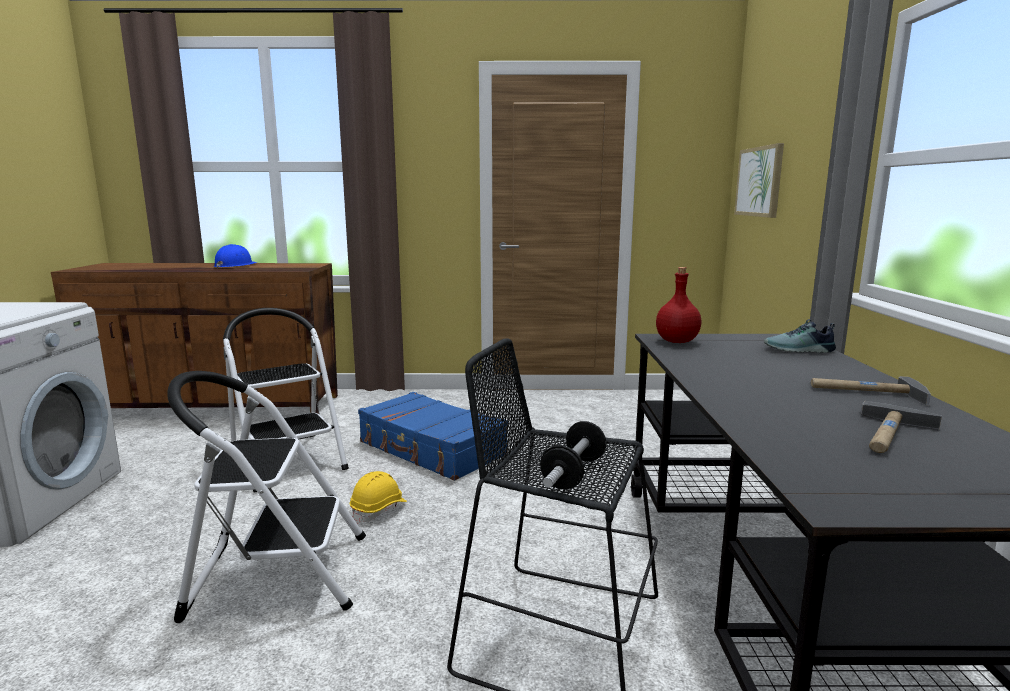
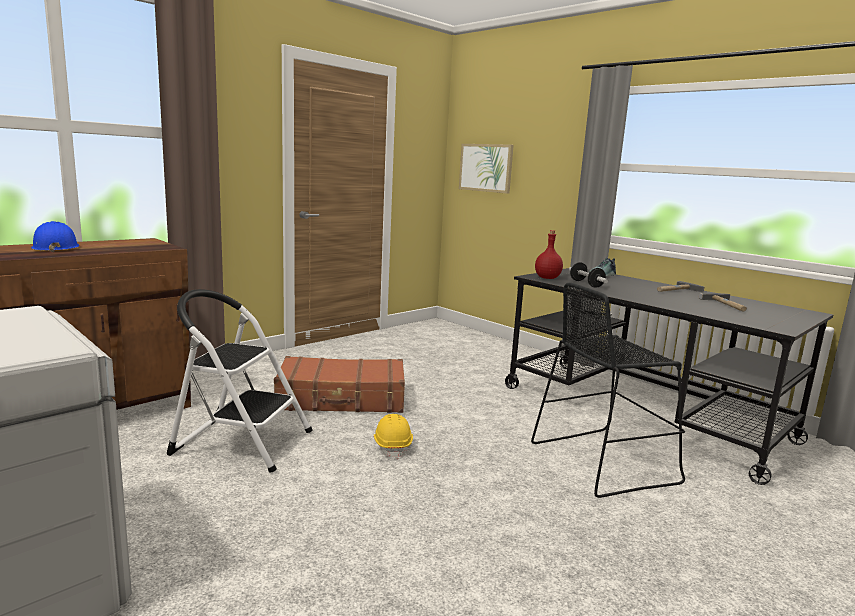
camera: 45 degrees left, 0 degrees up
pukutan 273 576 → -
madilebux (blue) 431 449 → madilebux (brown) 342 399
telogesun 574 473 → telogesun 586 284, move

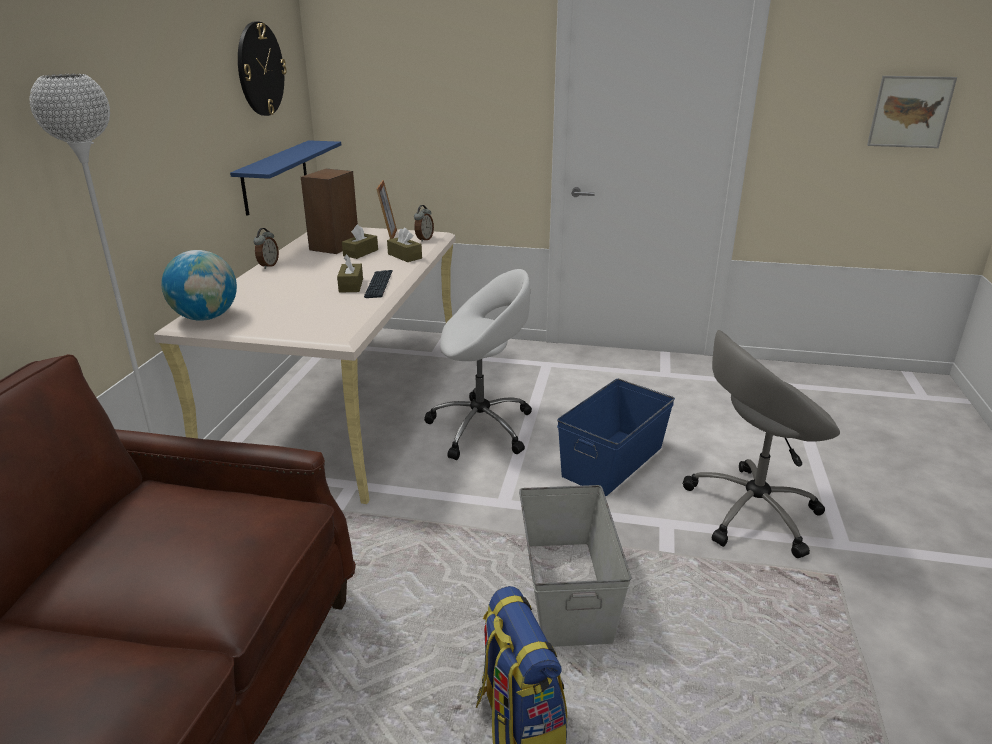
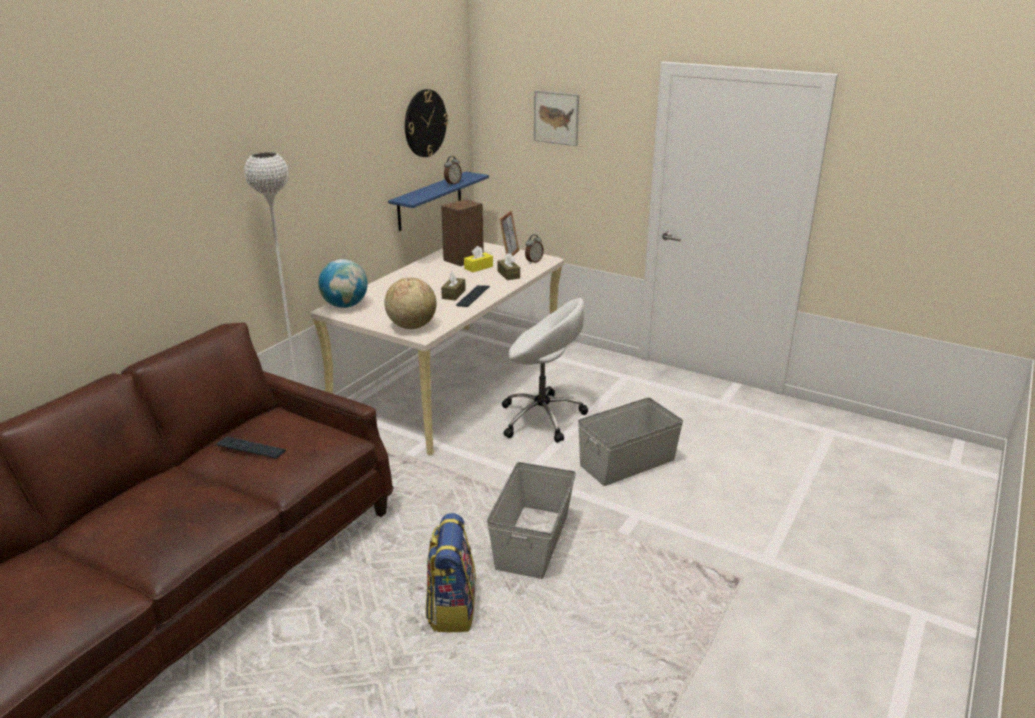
camera: 20 degrees right, 0 degrees up
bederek 910 112 → bederek 556 118, move
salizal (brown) 360 253 → salizal (yellow) 478 267
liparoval 268 266 → liparoval 452 183, move
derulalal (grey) 748 512 → -
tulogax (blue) 612 461 → tulogax (grey) 626 462
- → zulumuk 412 326
- → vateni 250 448

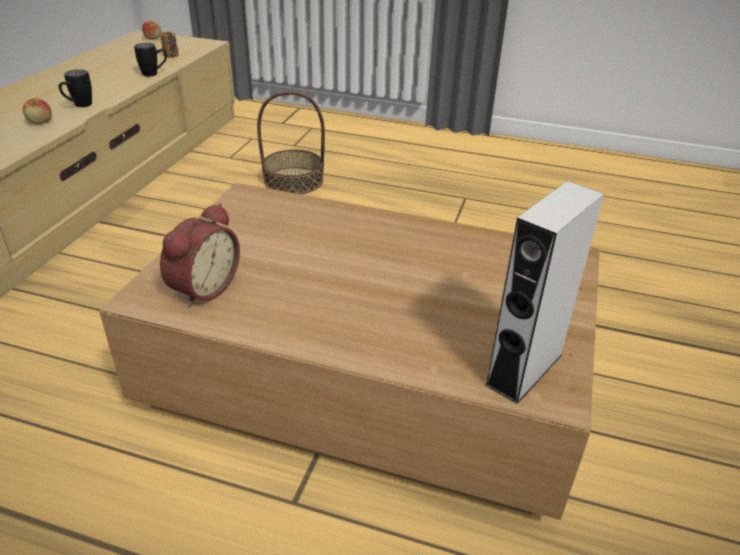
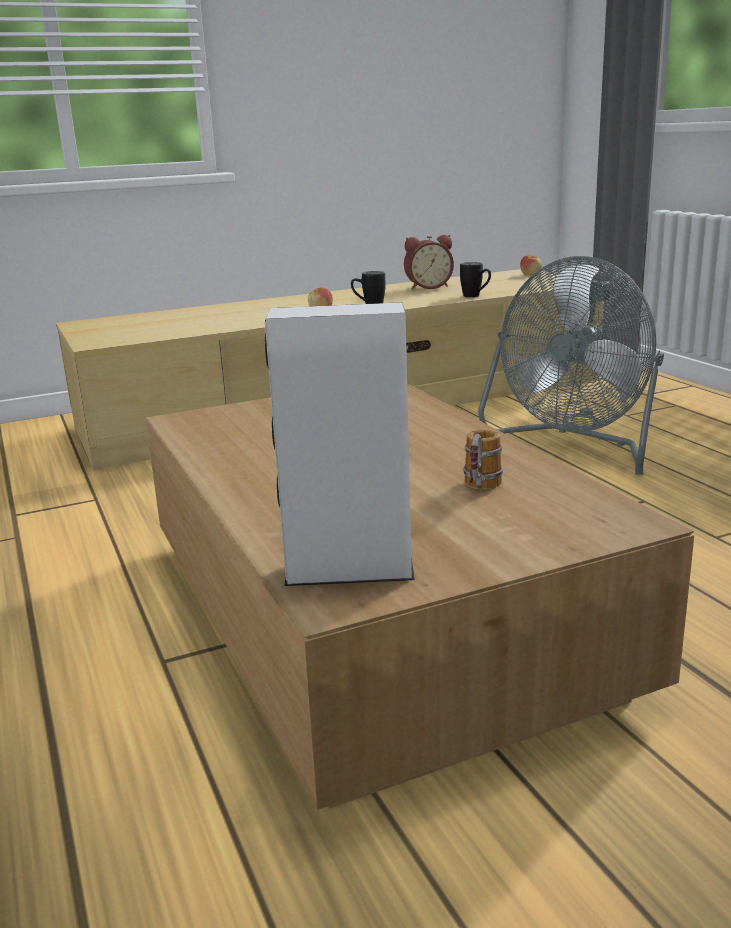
camera: 50 degrees right, 15 degrees down
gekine 173 57 → gekine 480 489, move
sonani 293 181 → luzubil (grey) 573 443
liparoval 202 288 → liparoval 428 287, move

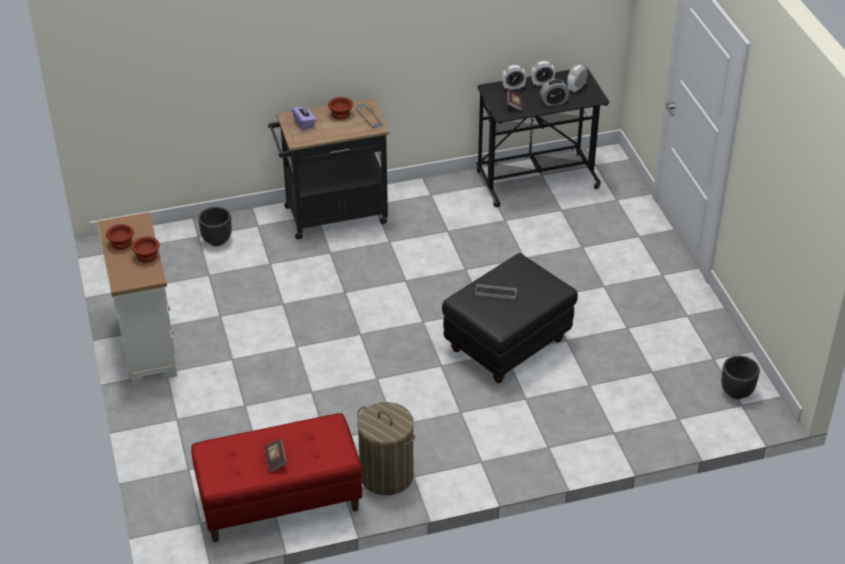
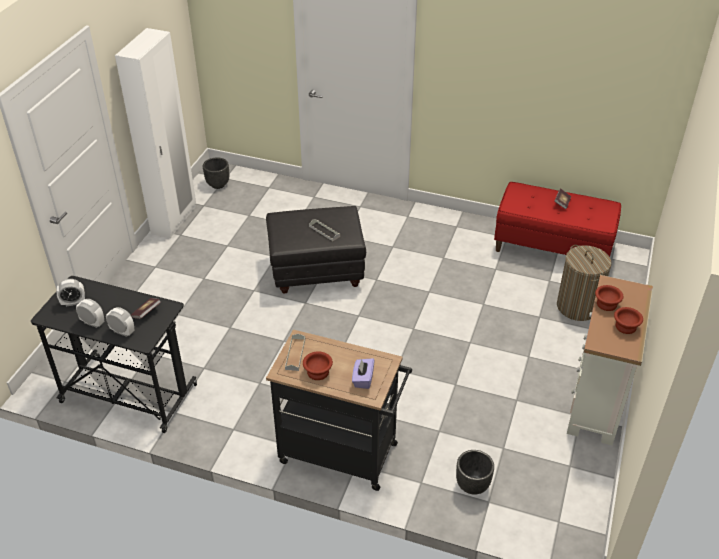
camera: 145 degrees left, 0 degrees up
liparoval 553 102 → -
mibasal 387 475 → mibasal 577 306, move
- → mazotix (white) 174 220

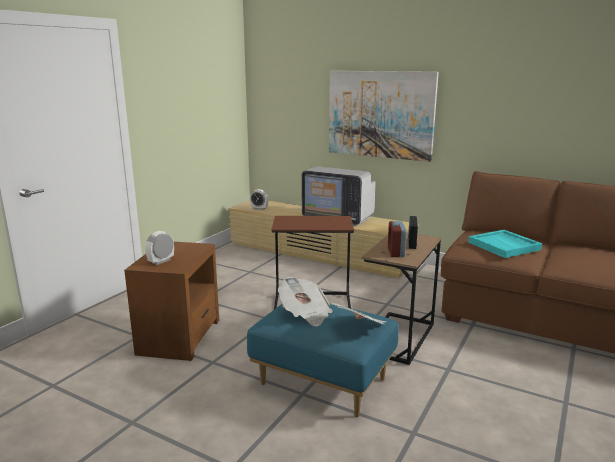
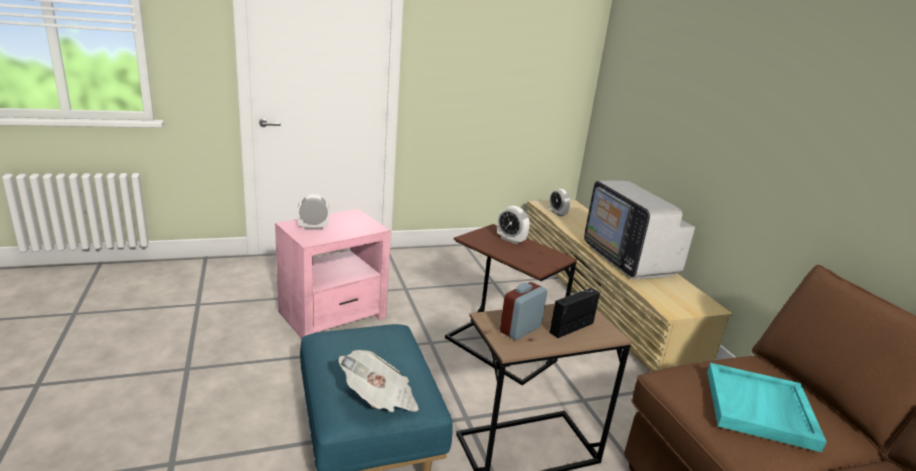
camera: 40 degrees right, 5 degrees up
bederek 380 114 → -
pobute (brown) 180 336 → pobute (pink) 333 315
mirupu 305 314 → -
- → liparoval 510 240

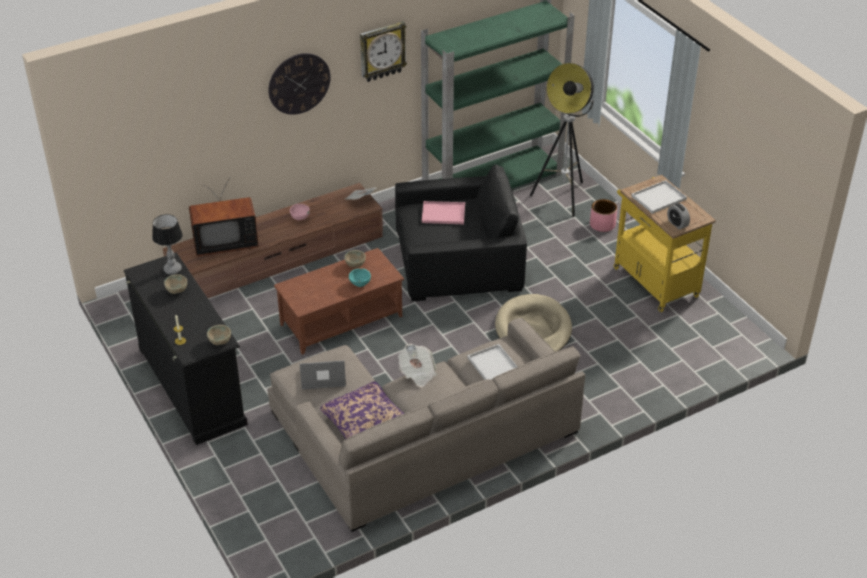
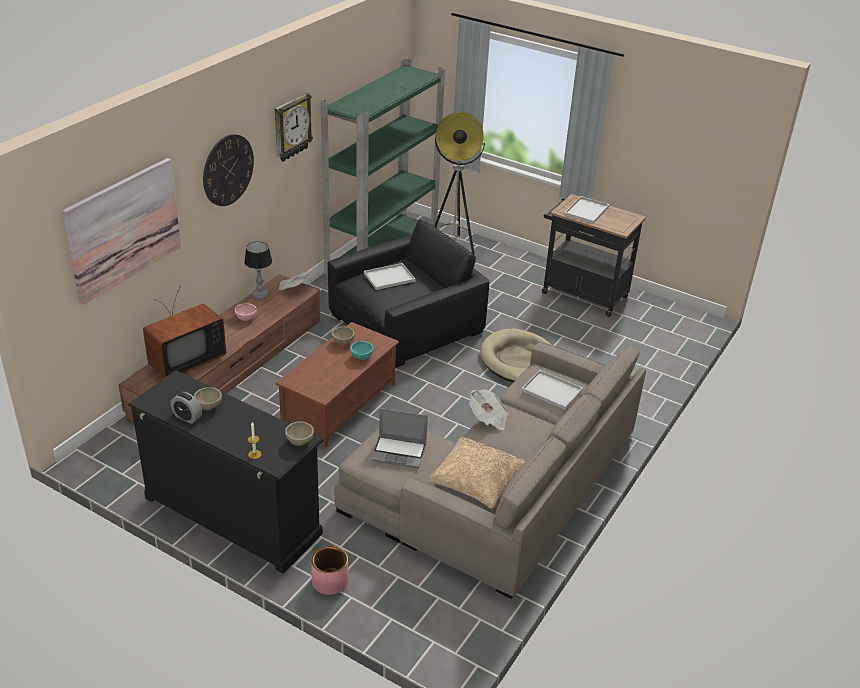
camera: 30 degrees left, 5 degrees down
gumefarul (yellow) 653 281 → gumefarul (black) 582 294
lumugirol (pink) 602 225 → lumugirol (pink) 329 582, move
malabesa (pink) 442 214 → malabesa (white) 388 278
liparoval 677 224 → liparoval 187 417, move
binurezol 172 269 → binurezol 260 295, move
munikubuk 322 377 → munikubuk 399 452, 135 degrees counterclockwise
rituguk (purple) 364 422 → rituguk (beige) 475 480
- → bederek 124 229

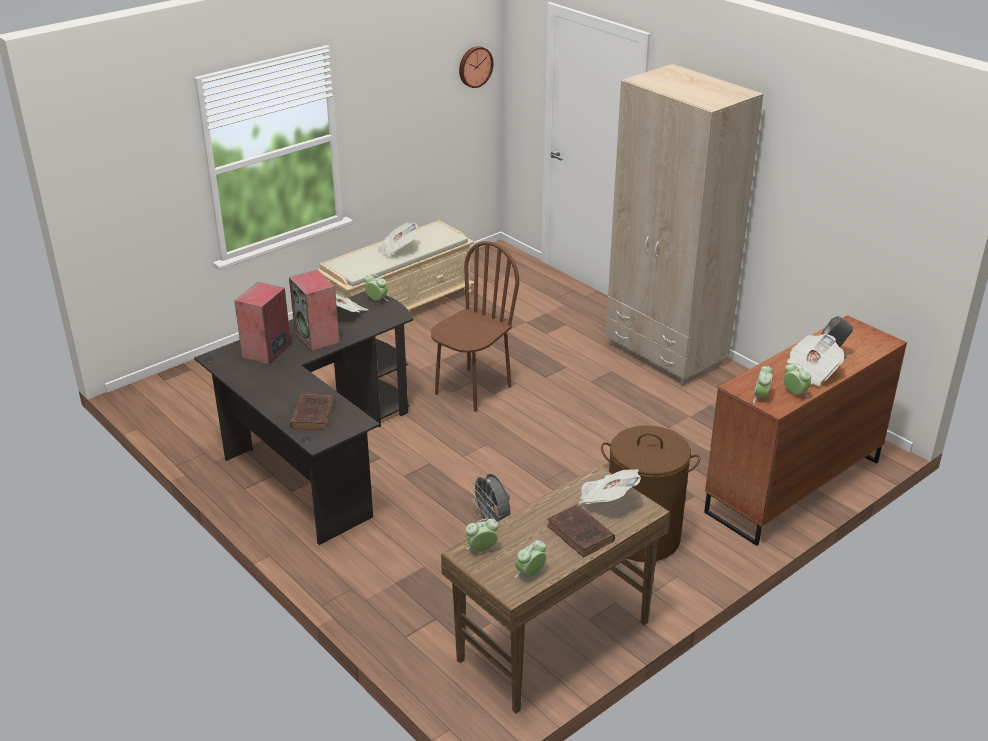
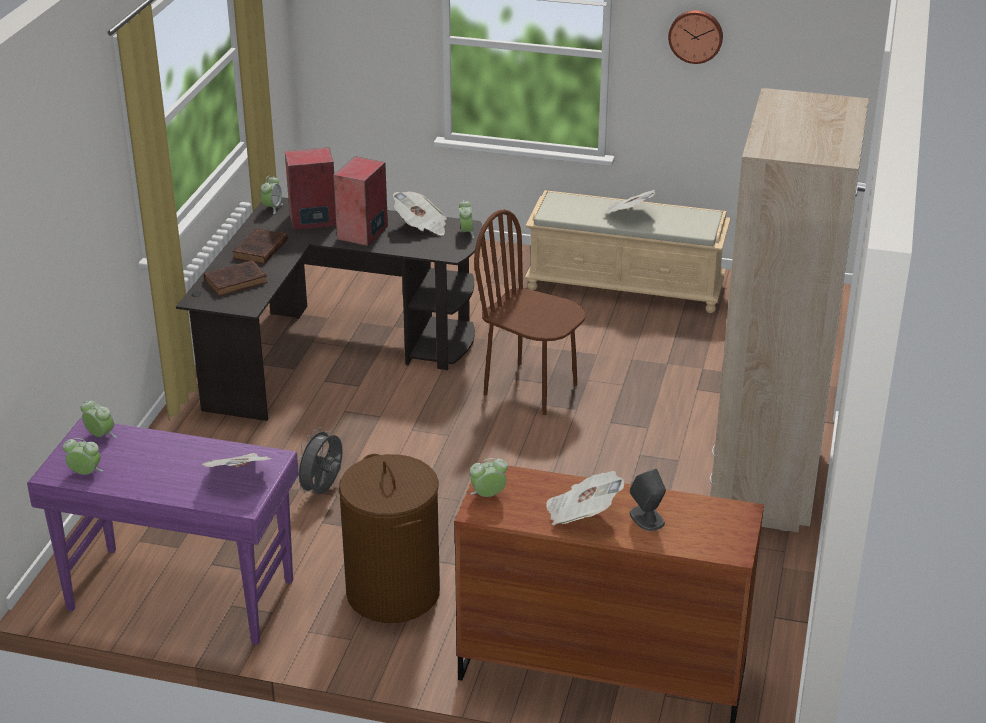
camera: 55 degrees right, 0 degrees up
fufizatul 474 66 → fufizatul 696 36, move
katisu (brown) 472 390 → katisu (brown) 531 389, 150 degrees counterclockwise
liparoval 794 394 → liparoval 272 208, move
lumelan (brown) 553 643 → lumelan (purple) 179 596
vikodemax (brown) 581 534 → vikodemax (brown) 259 250, move

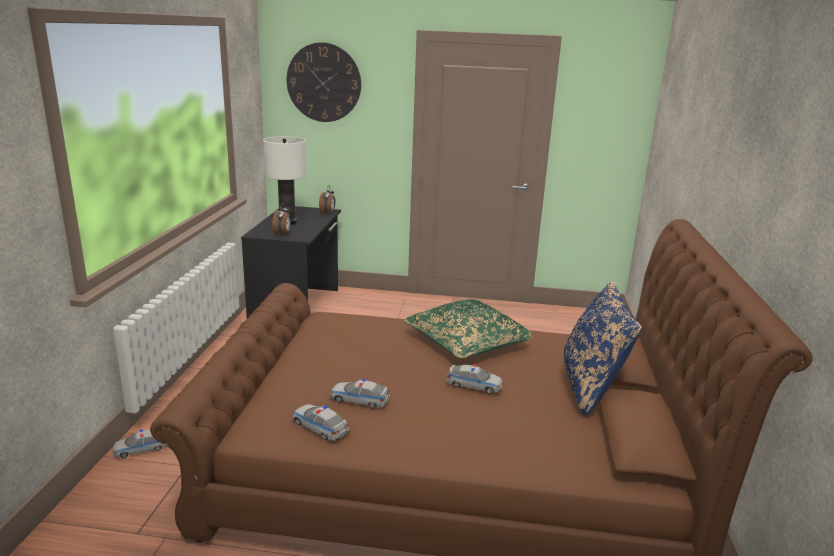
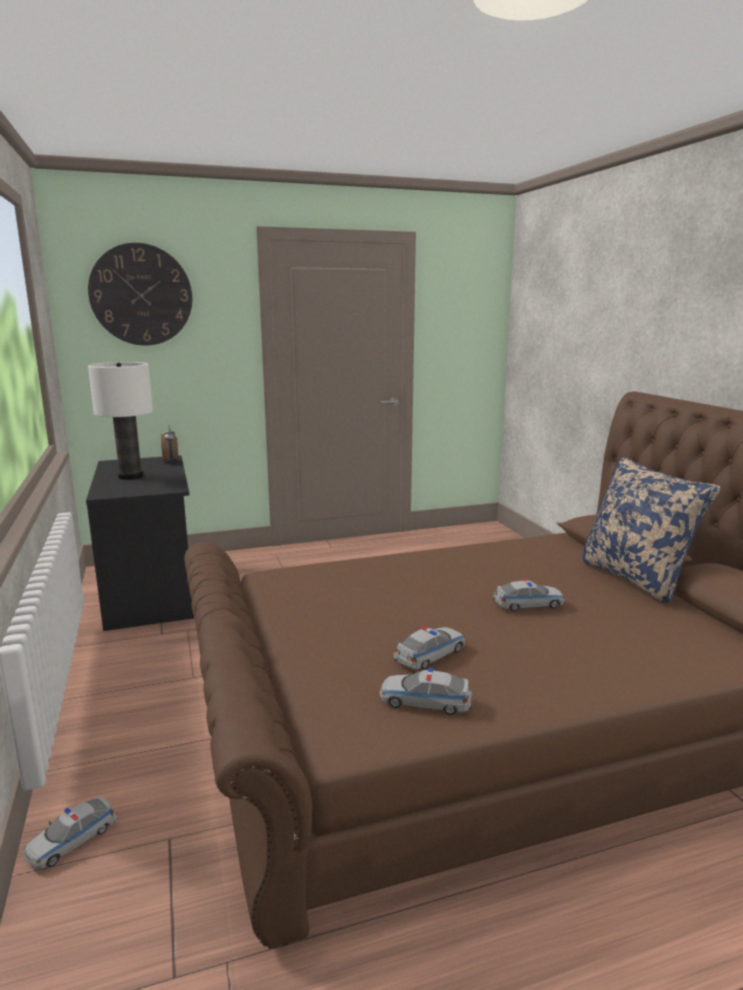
camera: 25 degrees left, 5 degrees down
liparoval 282 234 → -
rituguk (green) 466 341 → -
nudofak 359 400 → nudofak 430 655, 150 degrees clockwise

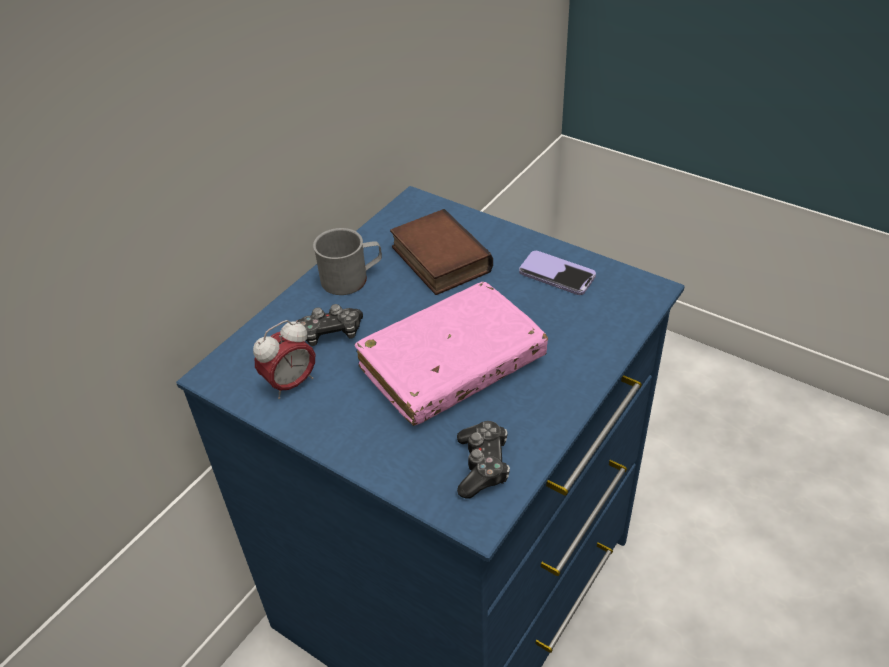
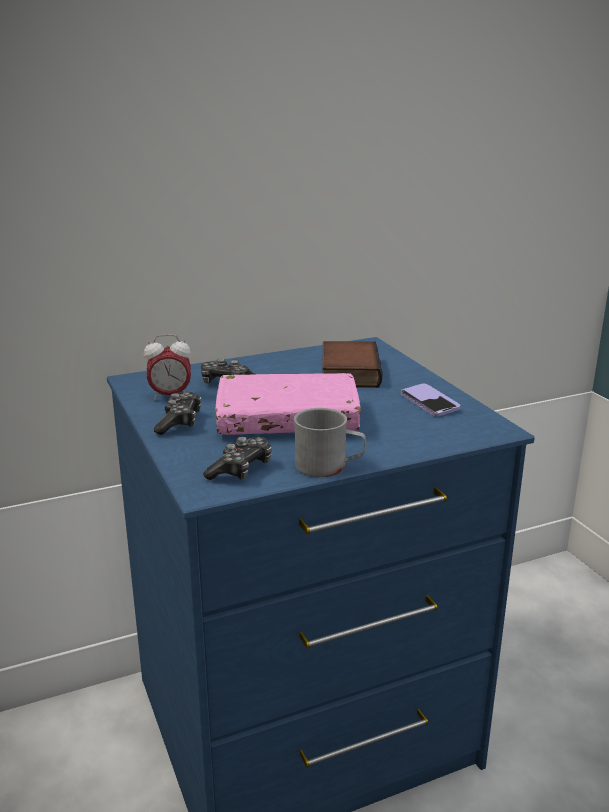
camera: 30 degrees right, 20 degrees down
gekine (grey) 352 278 → gekine (grey) 329 466, move
- → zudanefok 179 422

